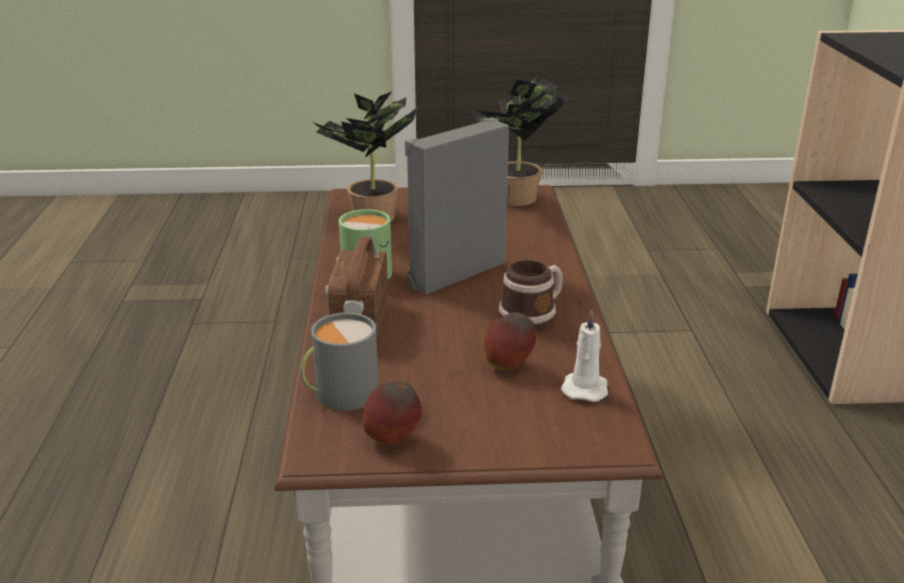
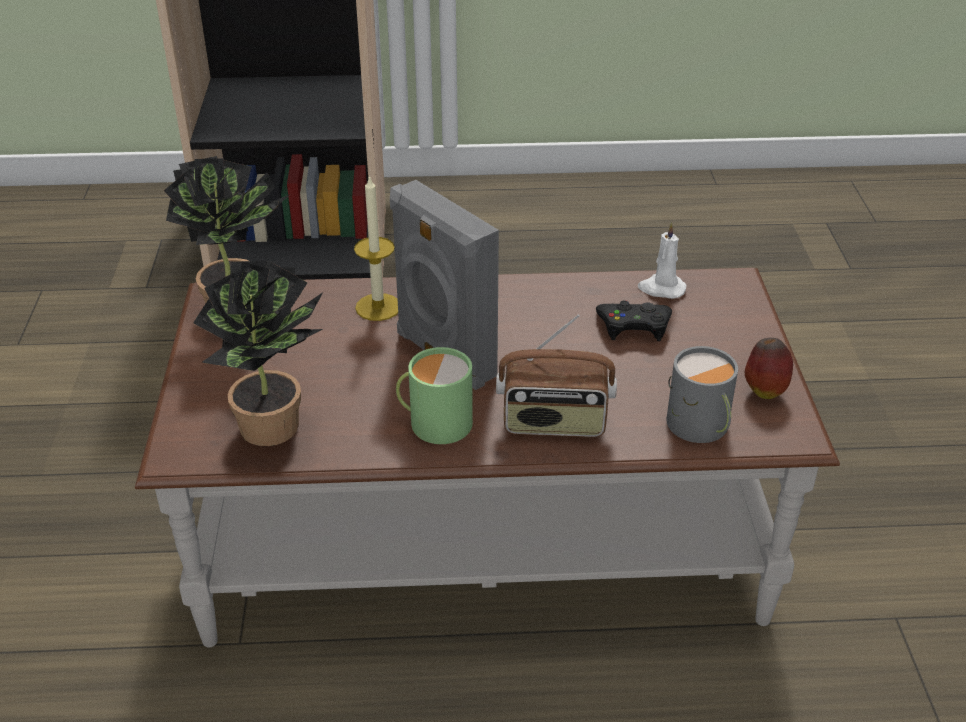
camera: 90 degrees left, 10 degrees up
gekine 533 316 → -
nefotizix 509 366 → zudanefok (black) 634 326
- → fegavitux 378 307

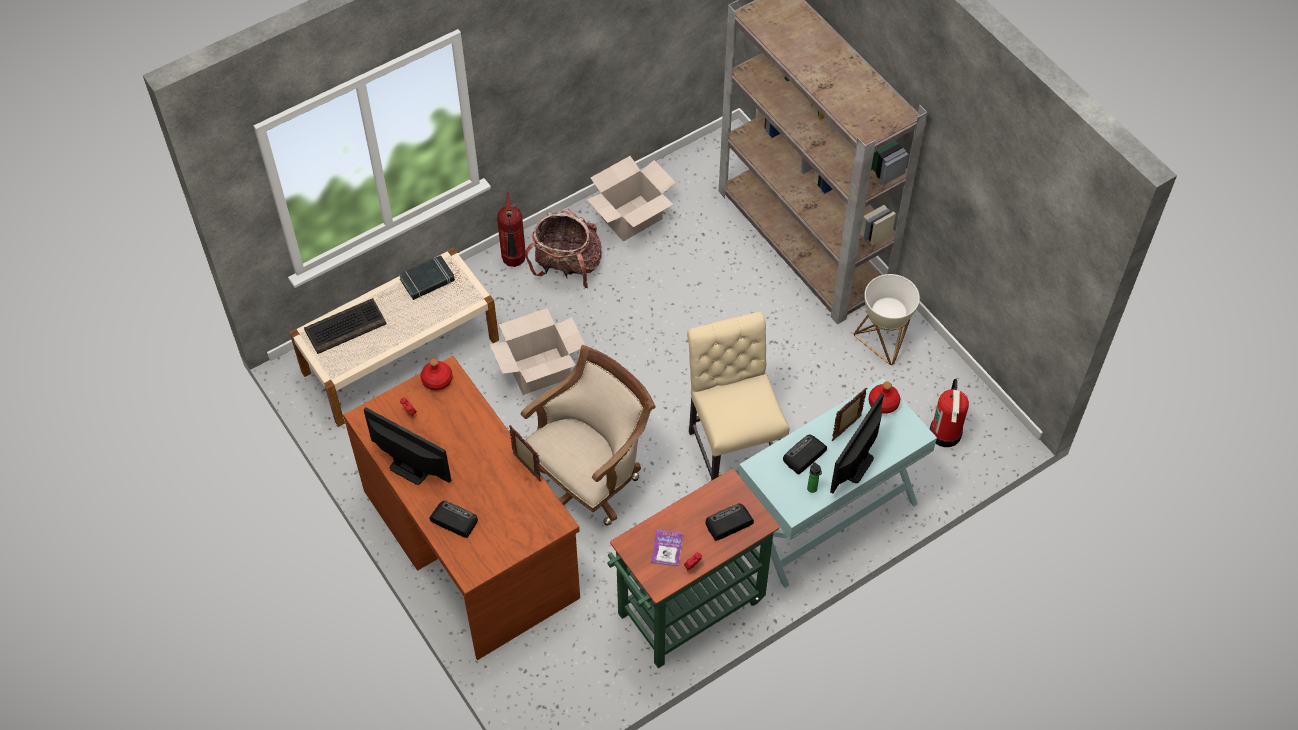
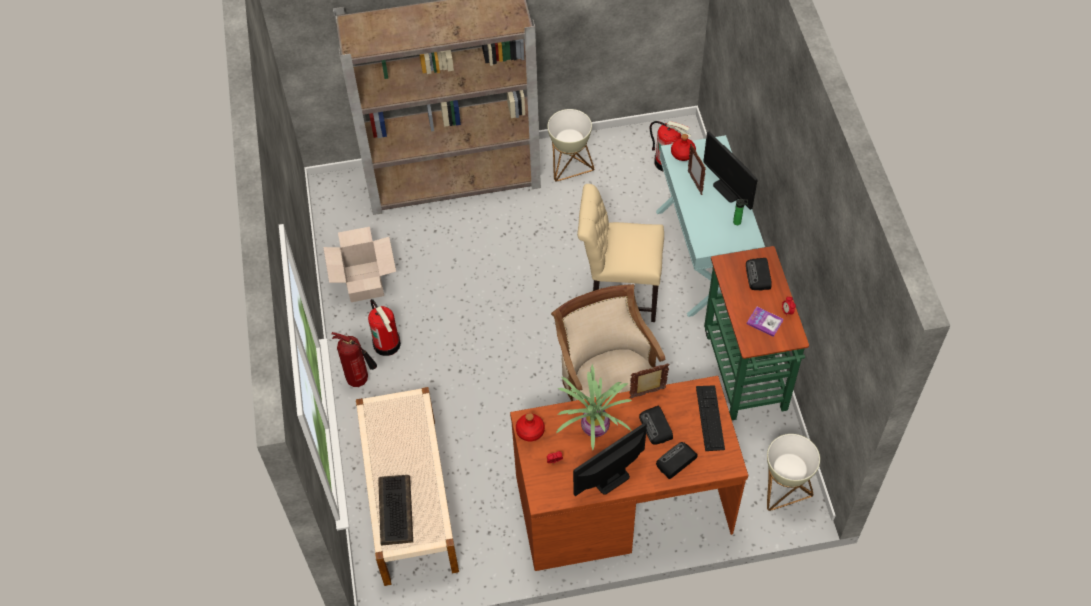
camera: 65 degrees left, 0 degrees up
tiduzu 567 267 → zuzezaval 387 344
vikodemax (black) 427 280 → -
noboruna 539 371 → -
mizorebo 804 456 → mizorebo 656 427, move
- → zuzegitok 594 426
- → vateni 710 418
- → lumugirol 784 490

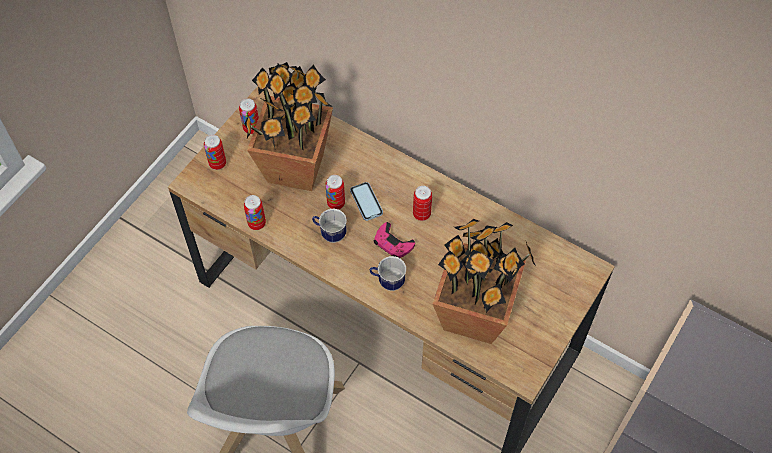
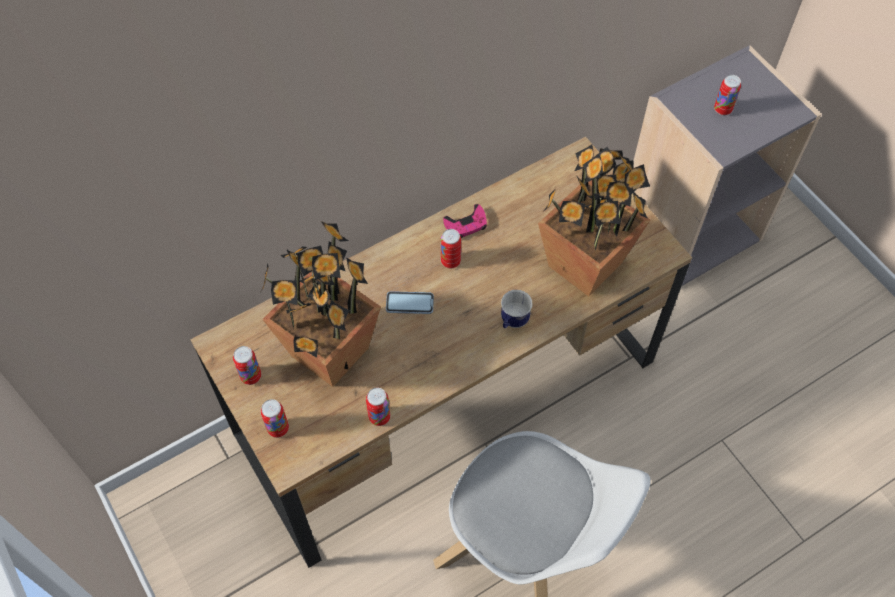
camera: 65 degrees left, 0 degrees up
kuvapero 336 203 → kuvapero 722 109, move
gekine 330 233 → -
zudanefok (pink) 393 243 → zudanefok (pink) 466 224, move

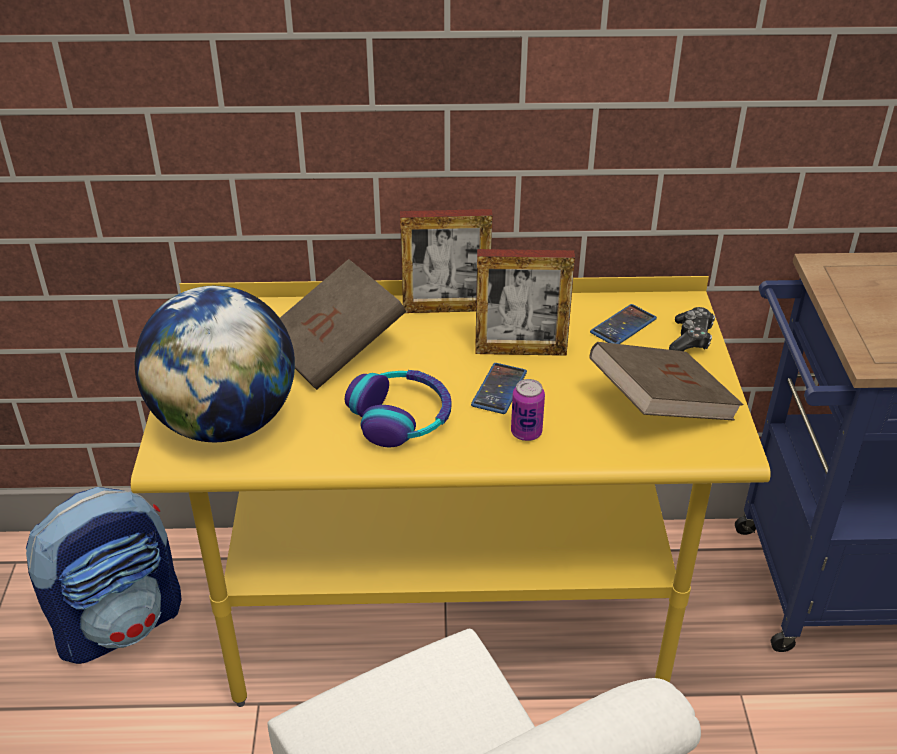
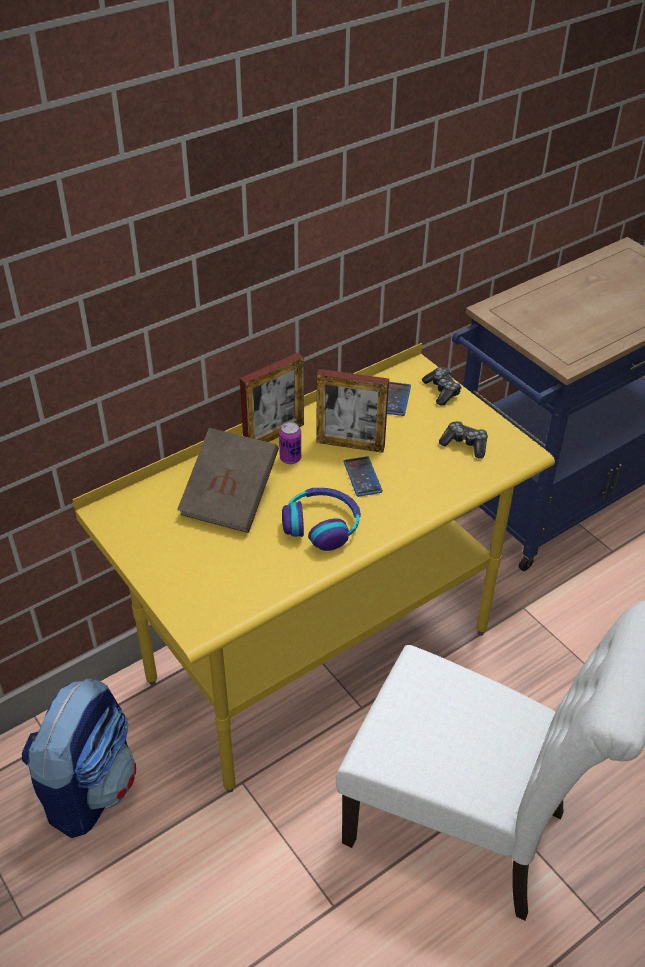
camera: 35 degrees left, 5 degrees up
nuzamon 520 350 → nuzamon 350 444, 45 degrees clockwise
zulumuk 225 422 → -
vikodemax (brown) 660 406 → zudanefok 465 444
kuvapero 526 432 → kuvapero 290 458, move

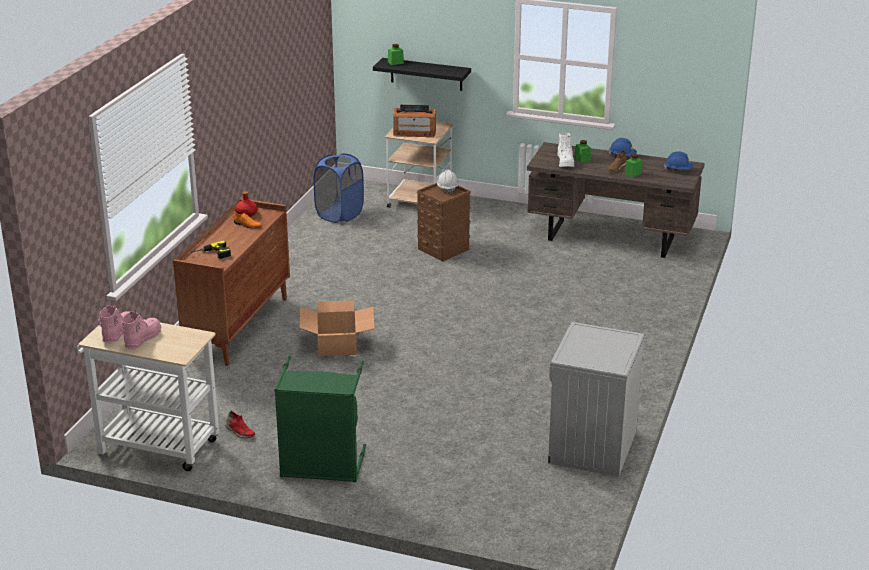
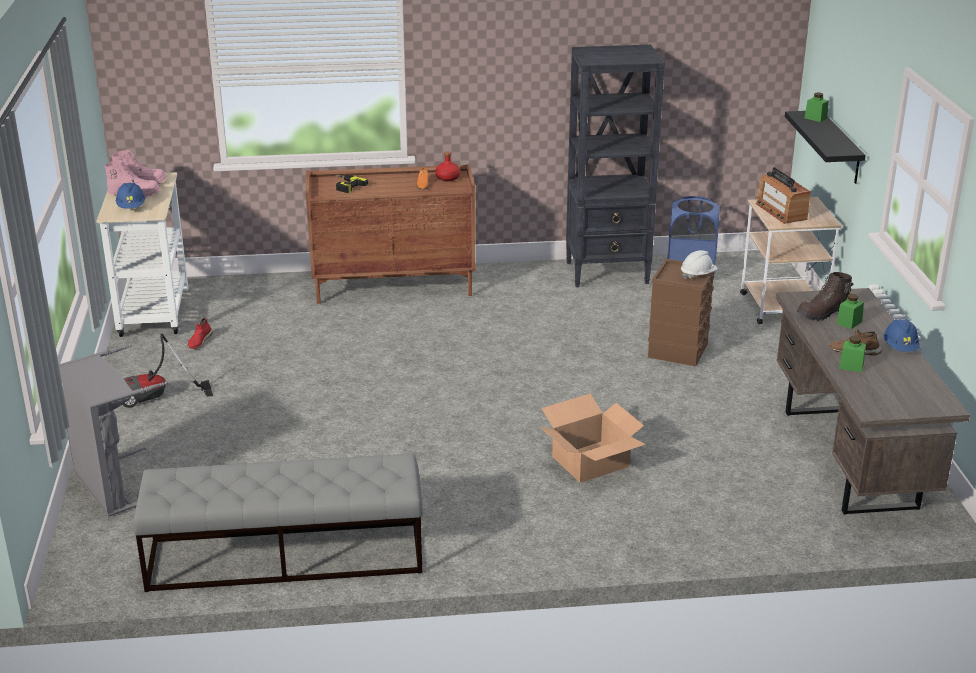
camera: 65 degrees right, 0 degrees up
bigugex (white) 565 162 → bigugex (brown) 823 313
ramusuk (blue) 678 170 → ramusuk (blue) 131 207, move
noboruna 337 344 → noboruna 591 462, move
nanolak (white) 590 447 → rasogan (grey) 284 556
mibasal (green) 321 467 → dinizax 157 398
- → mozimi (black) 608 273
- → mibasal (grey) 115 486

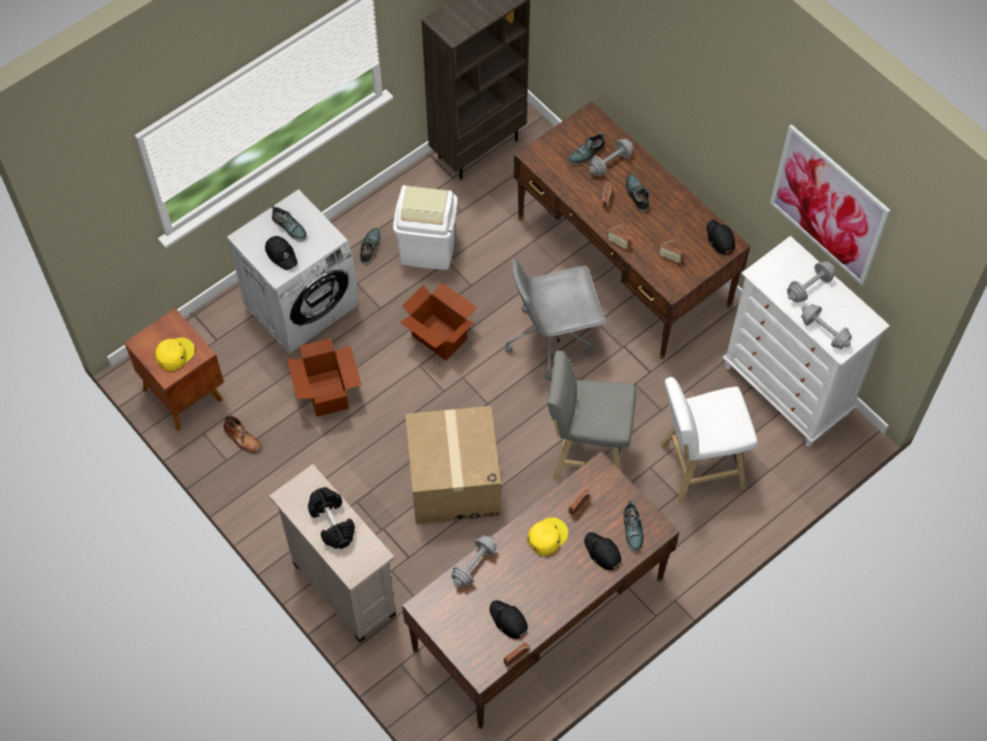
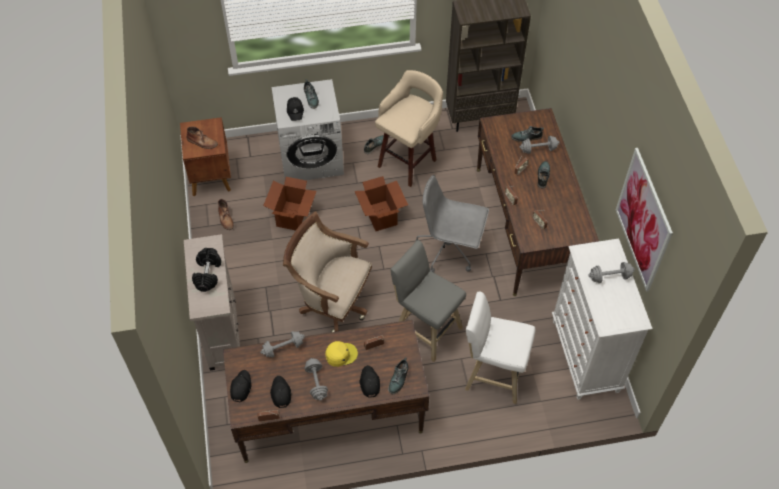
camera: 30 degrees right, 5 degrees down
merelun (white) 427 248 → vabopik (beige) 409 162
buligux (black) 720 239 → buligux (black) 240 387, move
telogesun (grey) 824 332 → telogesun (grey) 316 383, move
buligux (yellow) 174 354 → bigugex (brown) 202 142
noboruna 453 481 → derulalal 331 304

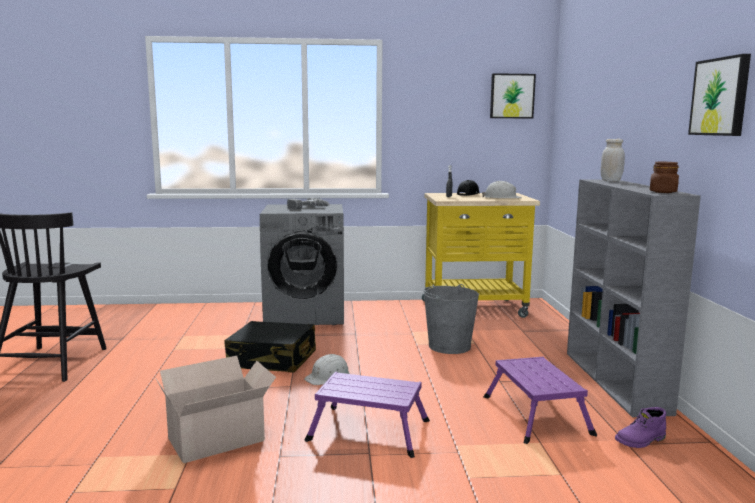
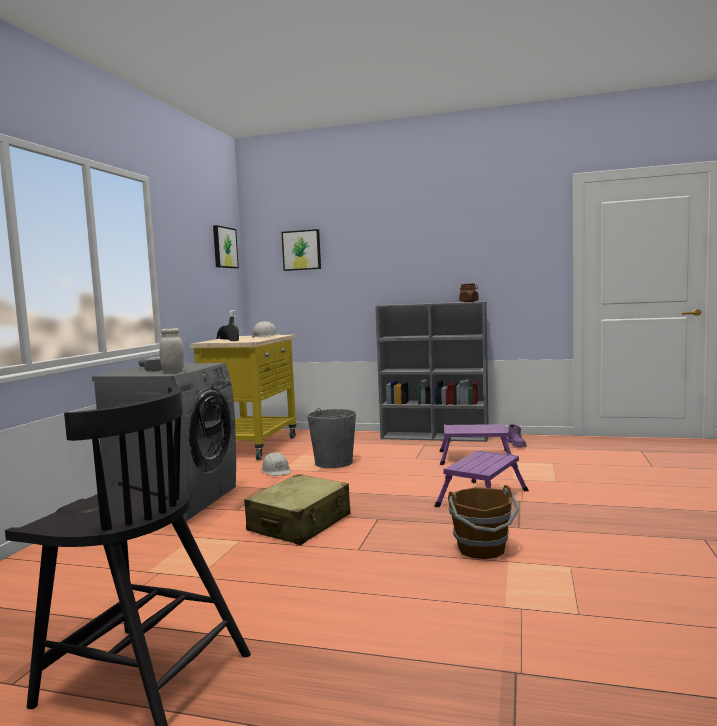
camera: 70 degrees left, 5 degrees down
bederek 721 97 → bederek 301 250, move
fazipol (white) 611 181 → fazipol (white) 173 371, move
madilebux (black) 272 360 → madilebux (beige) 300 523
ramusuk (white) 328 377 → ramusuk (white) 276 471, move
noboruna 219 439 → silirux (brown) 482 549

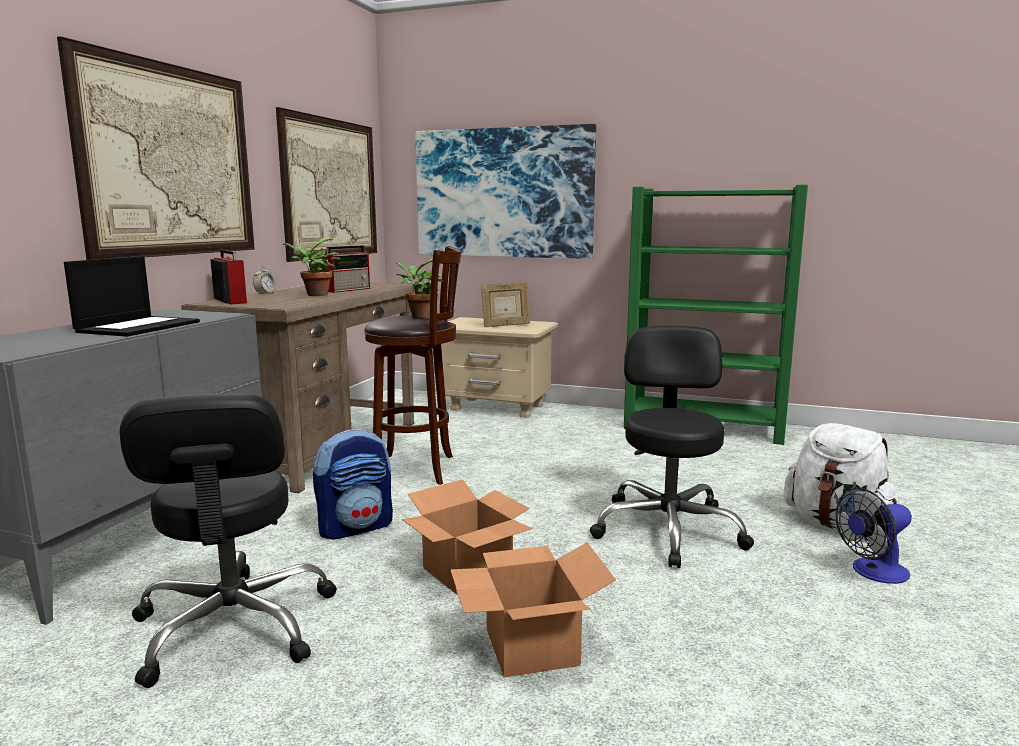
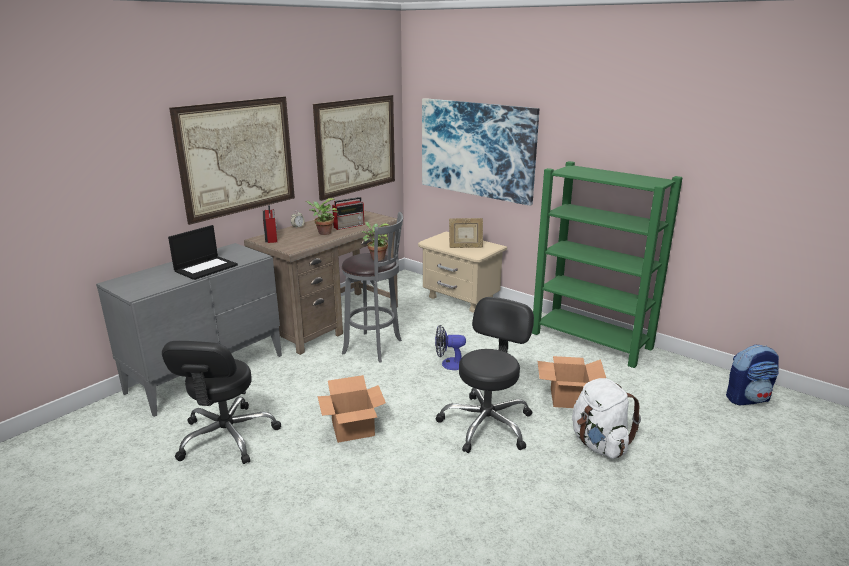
camera: 20 degrees right, 10 degrees up
vabopik (brown) 418 469 → vabopik (grey) 375 347
tiduzu 356 527 → tiduzu 747 398, move
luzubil 873 572 → luzubil 449 364, move
noboruna 532 647 → noboruna 568 398, move

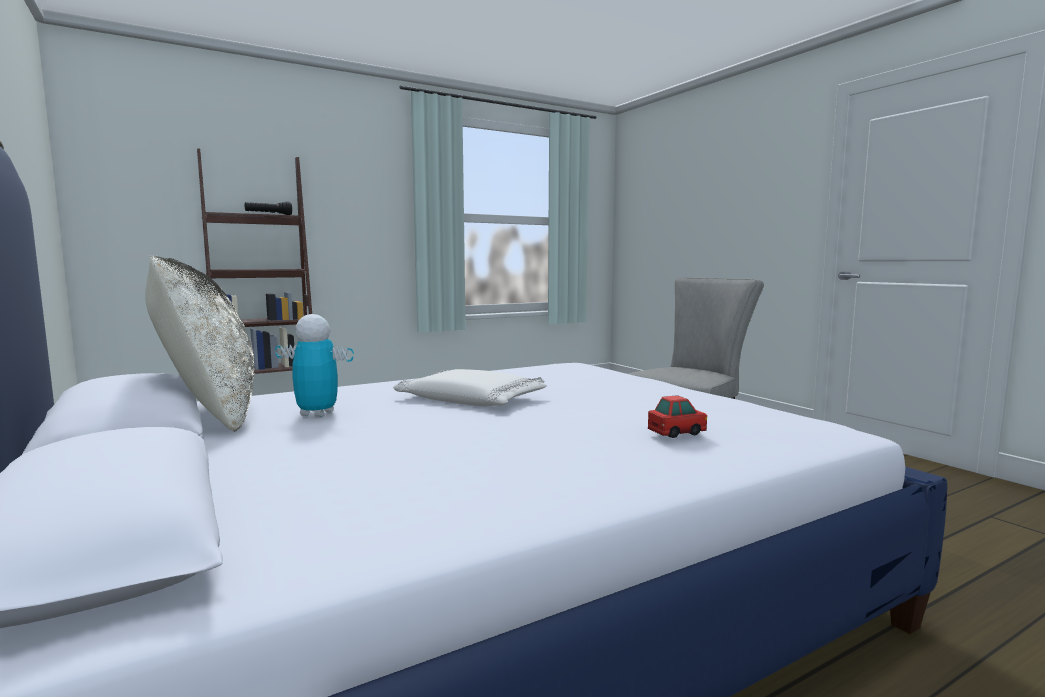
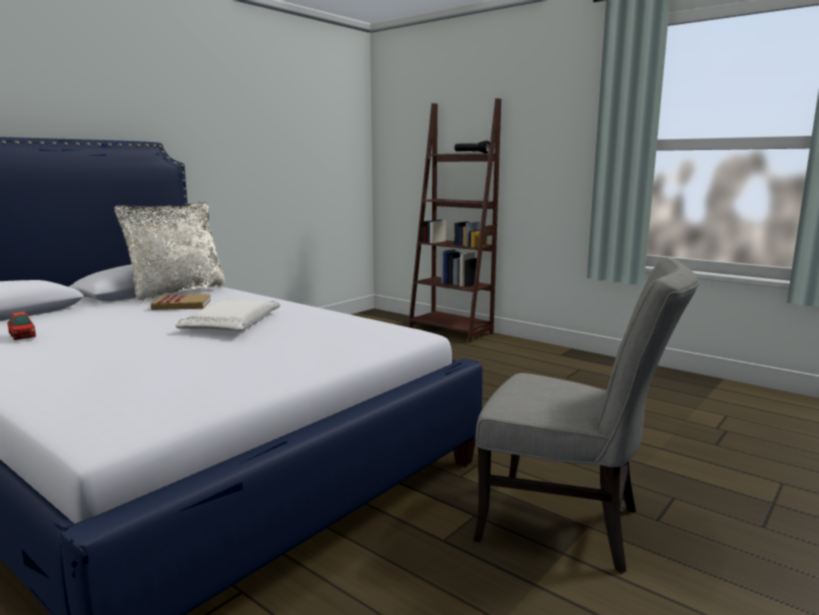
camera: 70 degrees right, 5 degrees up
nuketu 317 414 → vikodemax 182 305
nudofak 677 432 → nudofak 23 337, move

